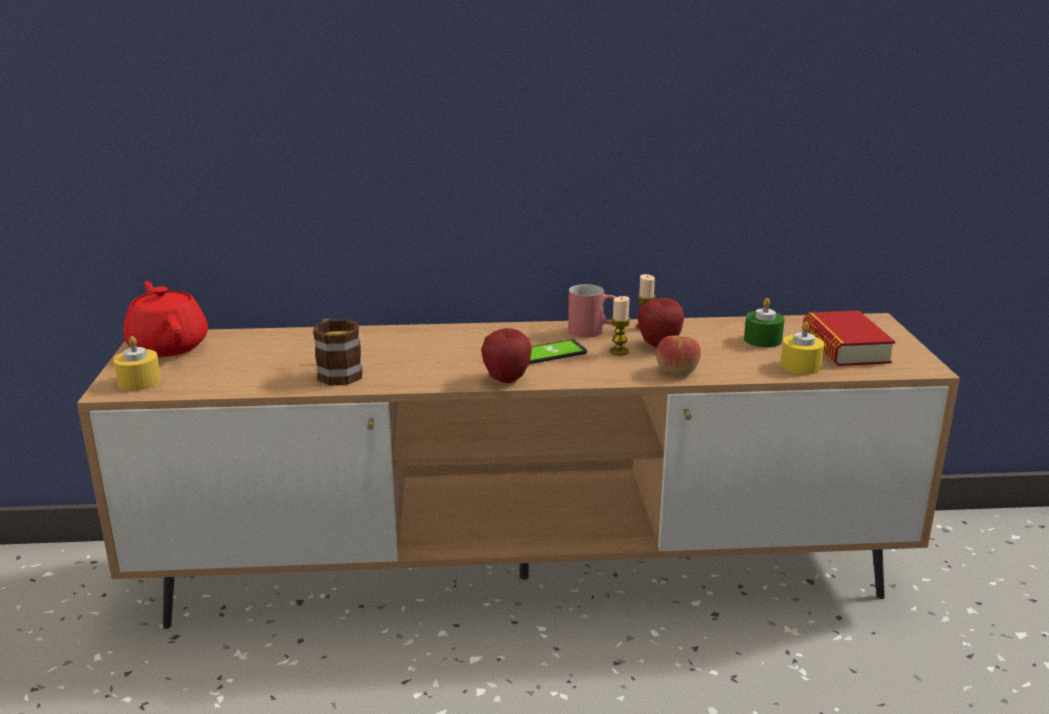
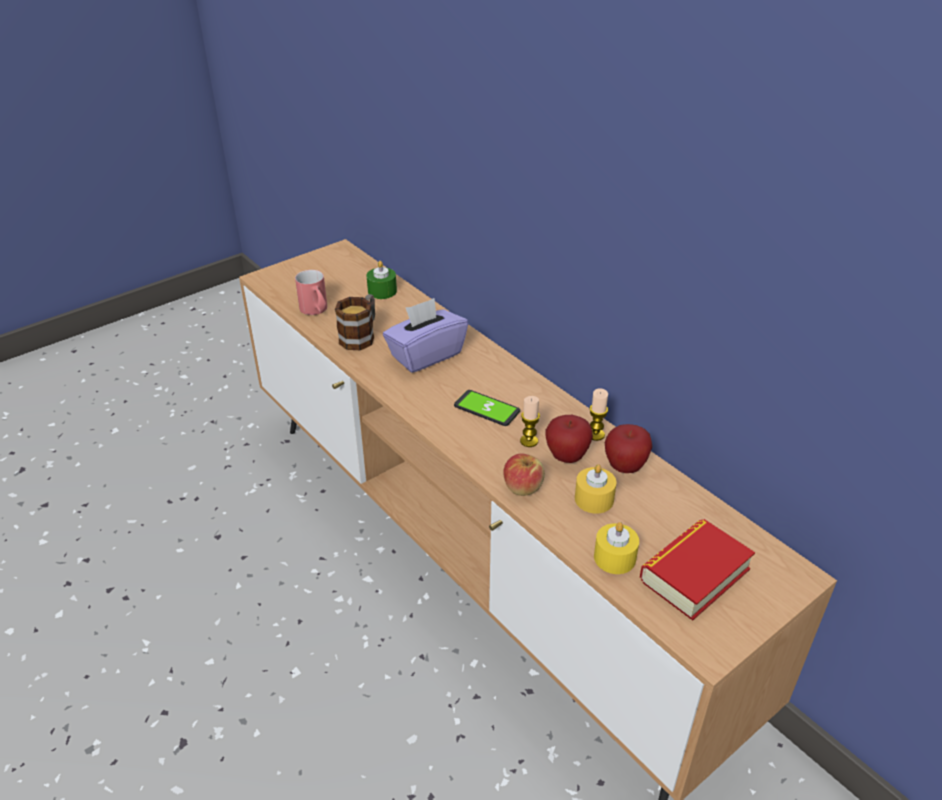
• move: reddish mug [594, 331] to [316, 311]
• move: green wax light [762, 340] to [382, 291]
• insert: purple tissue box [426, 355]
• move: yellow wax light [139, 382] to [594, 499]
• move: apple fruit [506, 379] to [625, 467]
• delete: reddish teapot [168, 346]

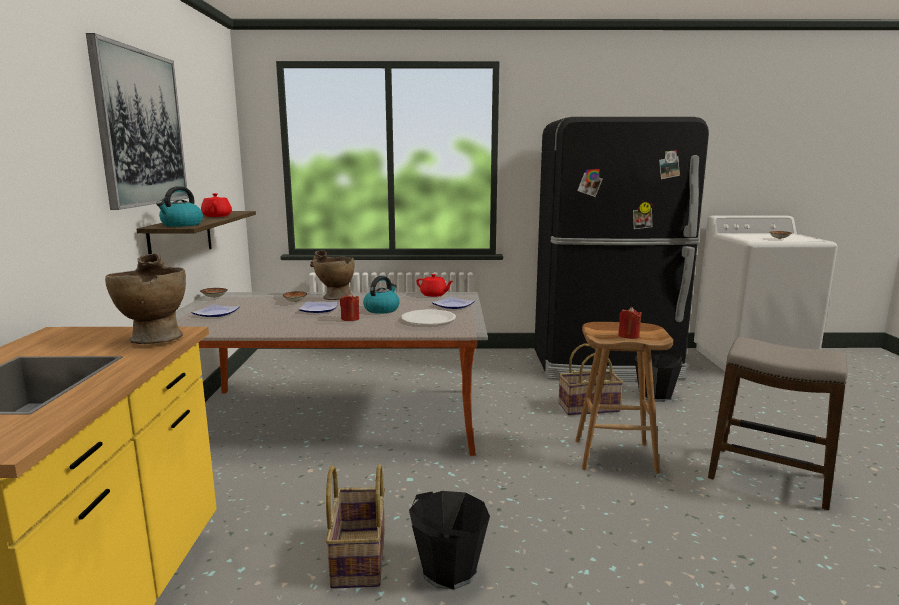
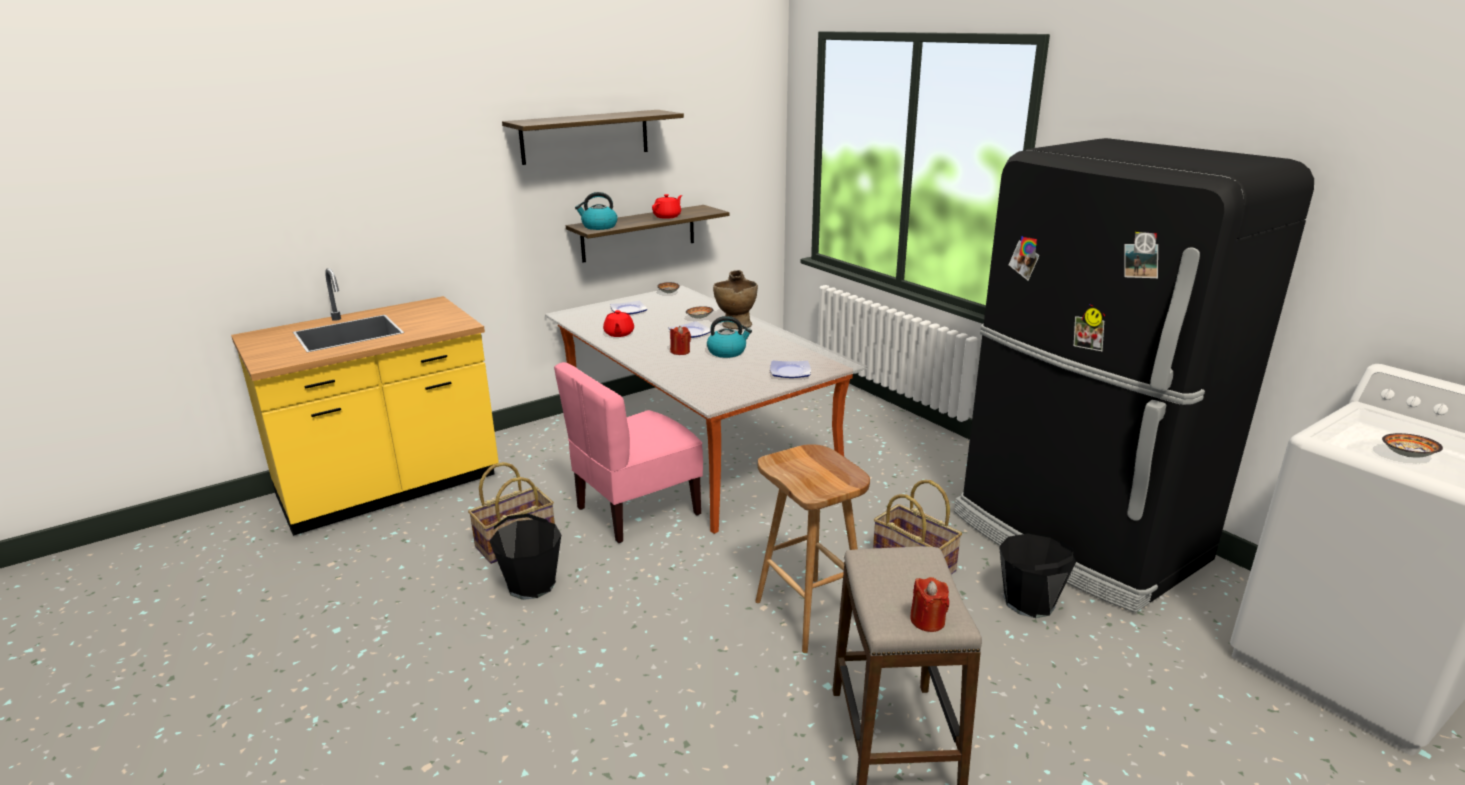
• replace: wall art [141, 128] to bracket shelf [585, 136]
• insert: pink chair [636, 511]
• move: reddish teapot [434, 295] to [619, 334]
• move: reddish wax light [628, 336] to [927, 621]
• delete: beige vase [155, 337]
• delete: white-coloured dinner plate [428, 319]

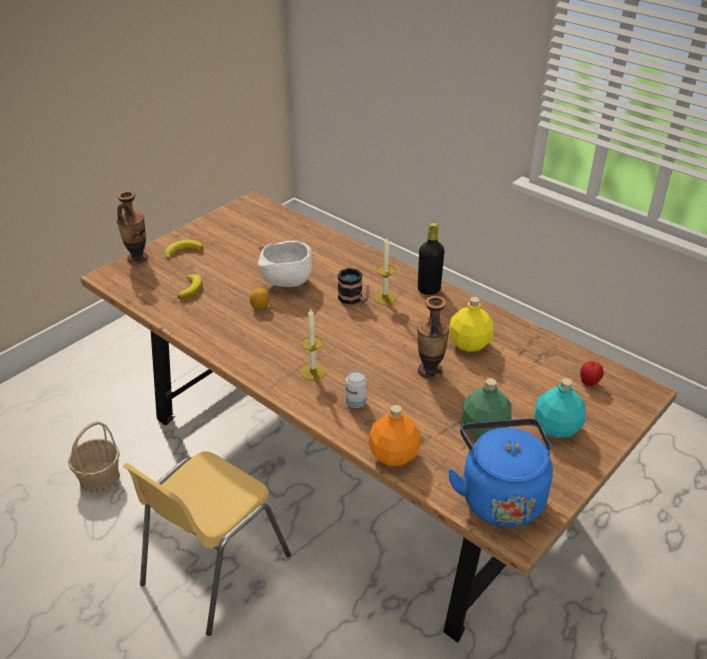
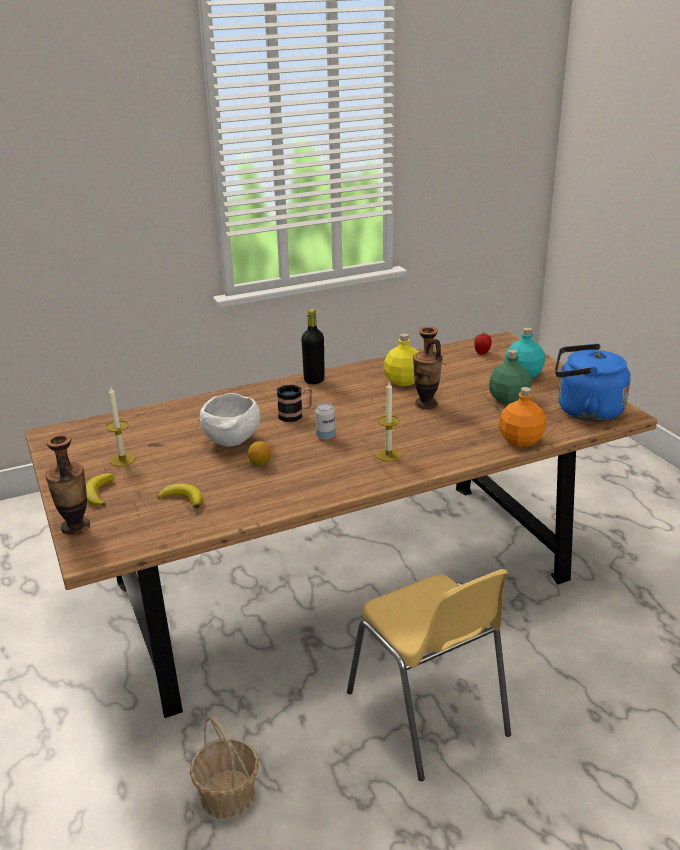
• move: wax light [385, 298] to [122, 460]
• move: metal can [356, 403] to [325, 436]

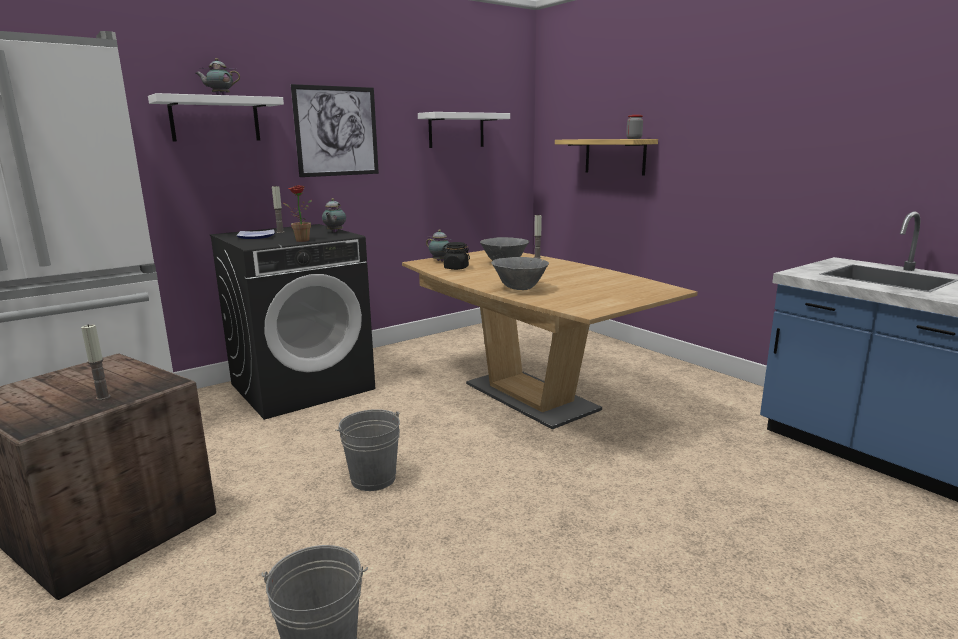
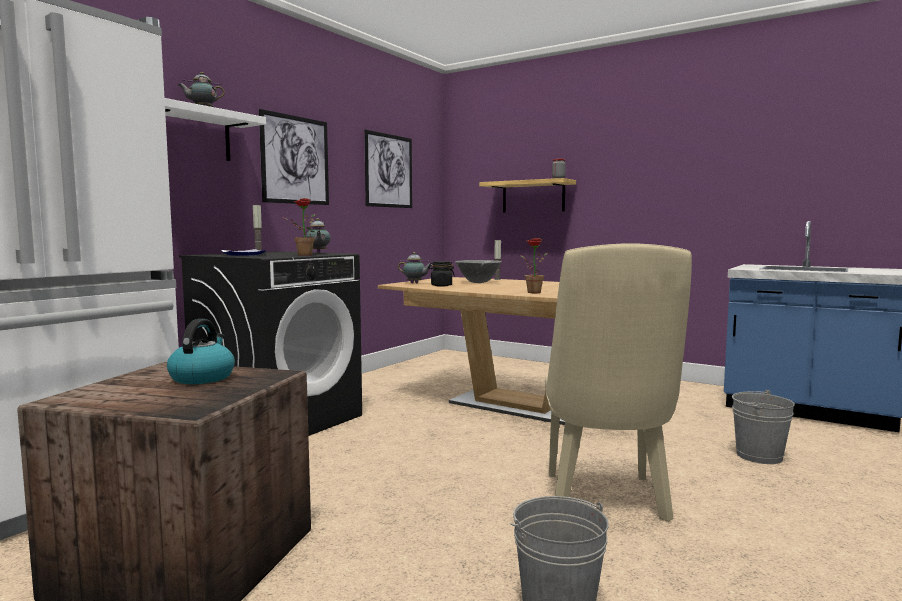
• insert: tea kettle [202, 377]
• replace: white-coloured bracket shelf [456, 130] to wall art [389, 171]
• replace: gray serving bowl [519, 289] to plant in a pot [531, 292]
• insert: beige chair [606, 501]
• move: gray water bucket [373, 478] to [759, 456]
• delete: wax light [103, 397]

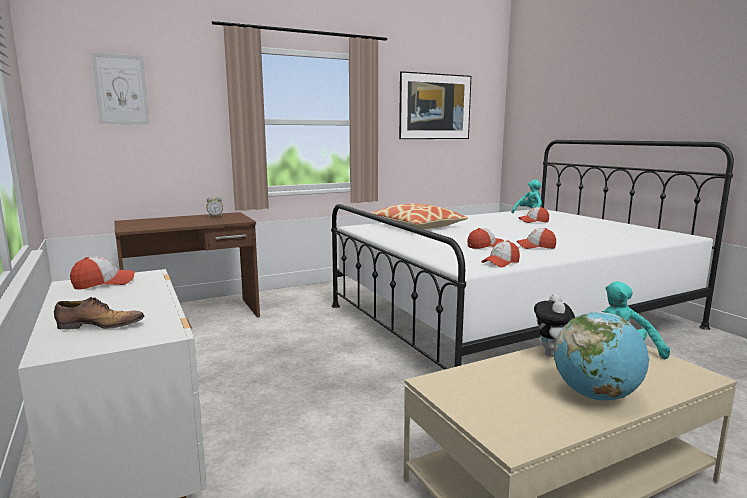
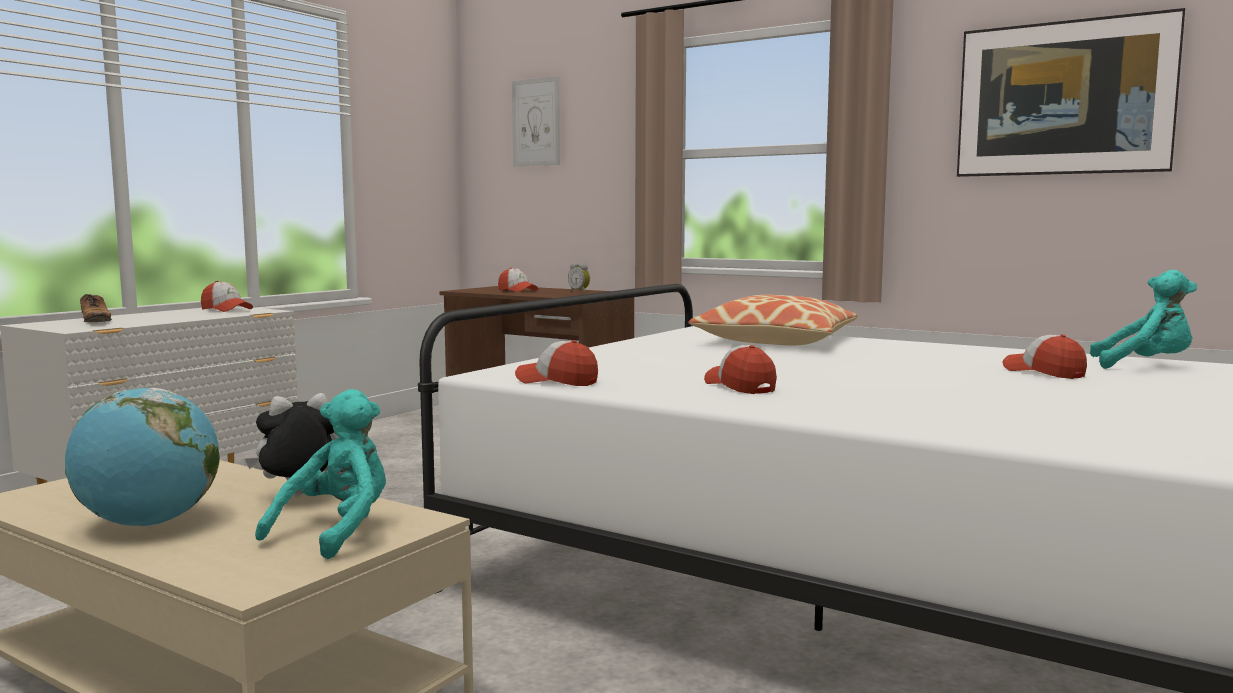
• move: peaked cap [485, 246] to [517, 290]

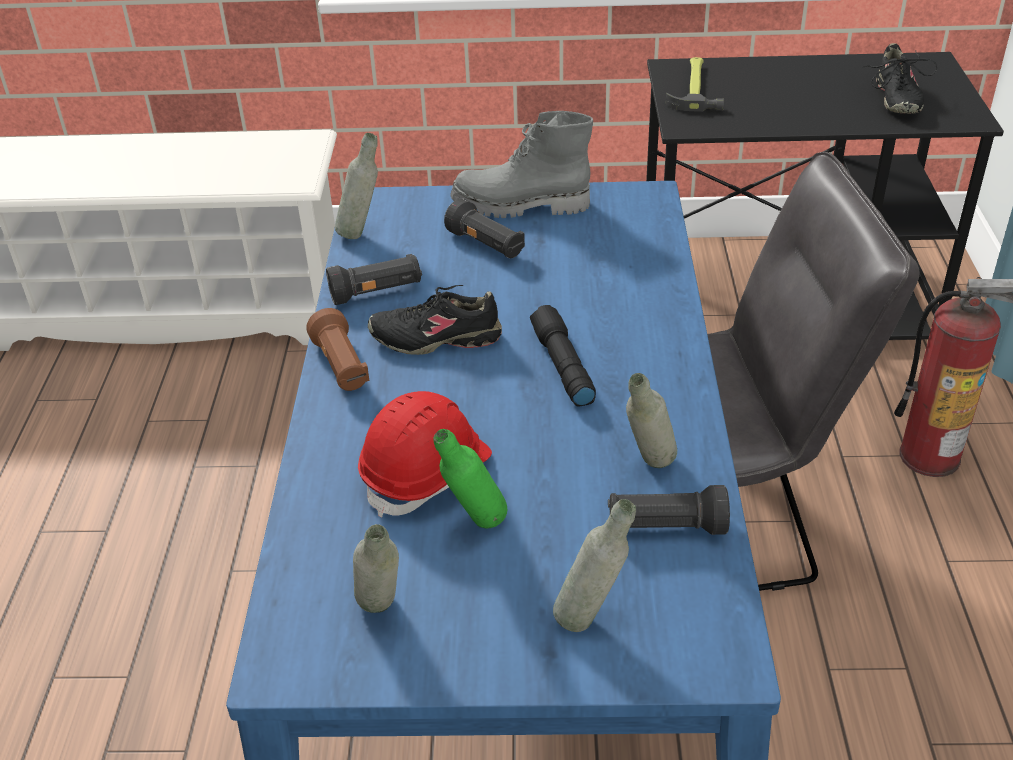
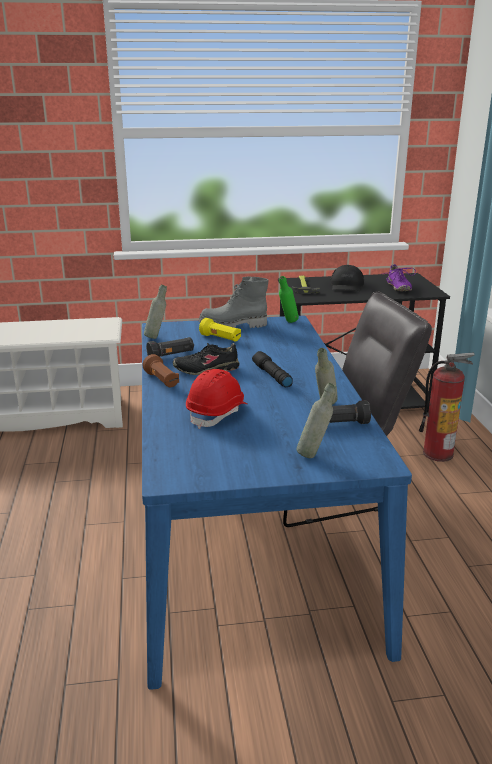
• recolor: black torch [486, 245] to yellow torch [220, 339]
• move: green drink bottle [474, 527] to [287, 323]
• insert: black peaked cap [346, 285]
• recolor: black item of footwear [895, 98] to purple item of footwear [398, 287]
• delete: gray drink bottle [382, 615]

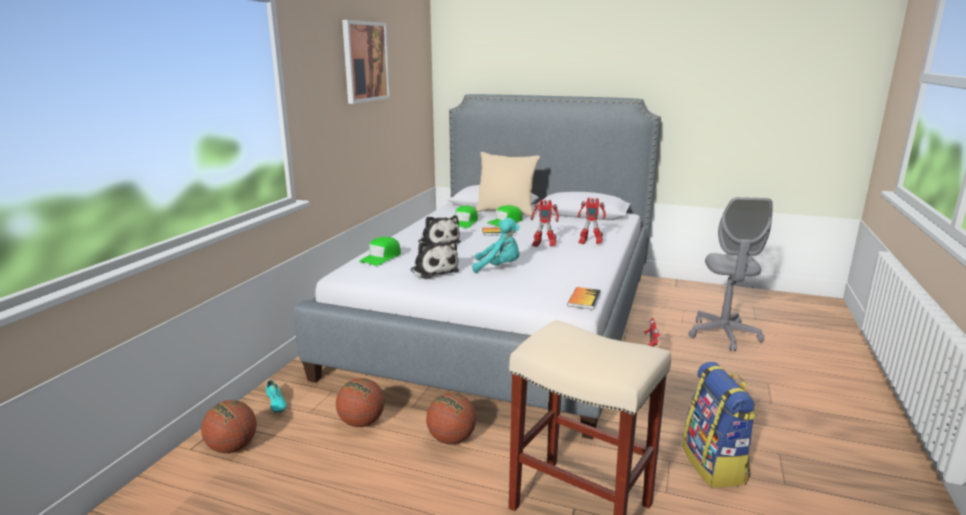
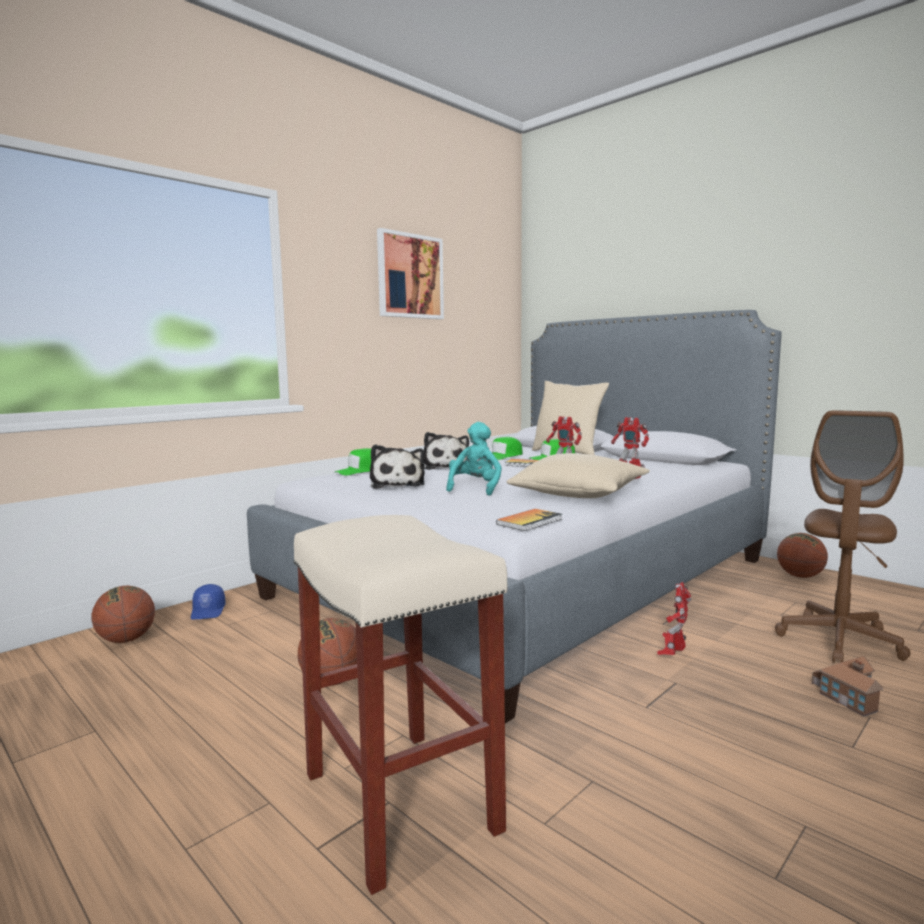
• replace: turquoise item of footwear [276, 404] to blue peaked cap [208, 611]
• rotate: turquoise soft toy [499, 267] = [475, 488] 105 degrees counterclockwise
• insert: beige throw pillow [579, 494]
• recolor: gray desk chair [723, 335] to brown-coloured desk chair [839, 641]
• move: basketball [361, 422] to [800, 576]
• insert: toy house [847, 695]
• delete: rucksack [715, 465]

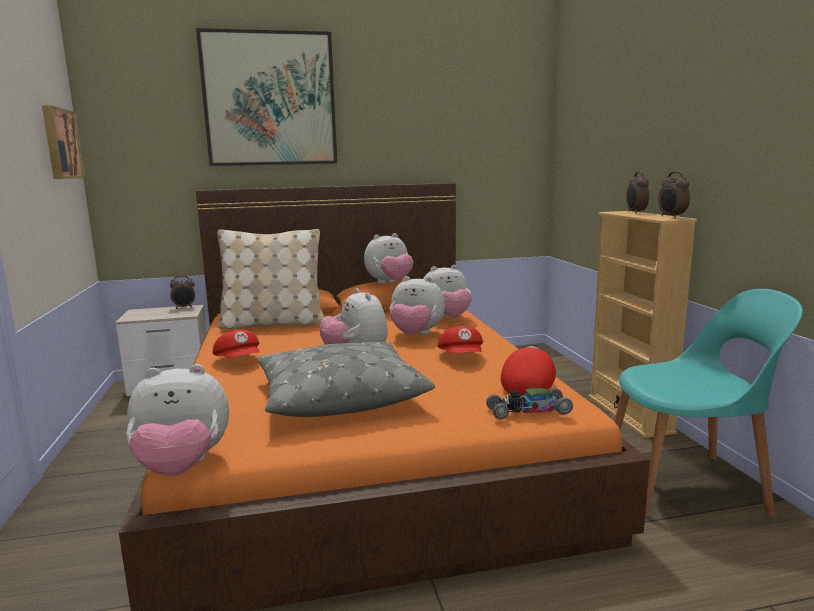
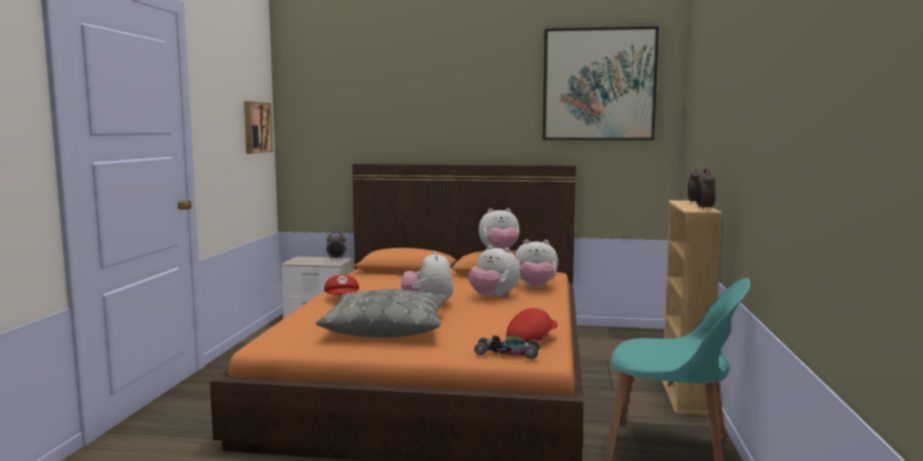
• move: wall art [270, 99] to [599, 84]
• delete: soft toy [182, 467]
• delete: beige throw pillow [273, 323]
• delete: reddish peaked cap [462, 357]

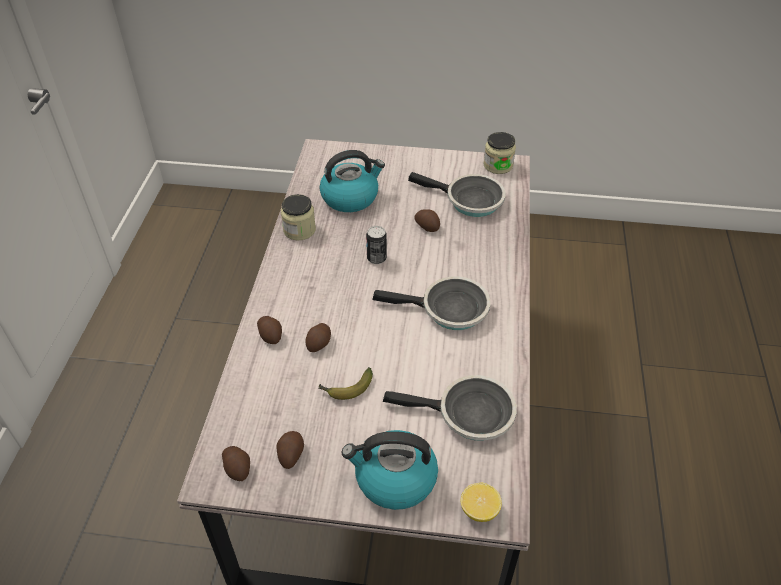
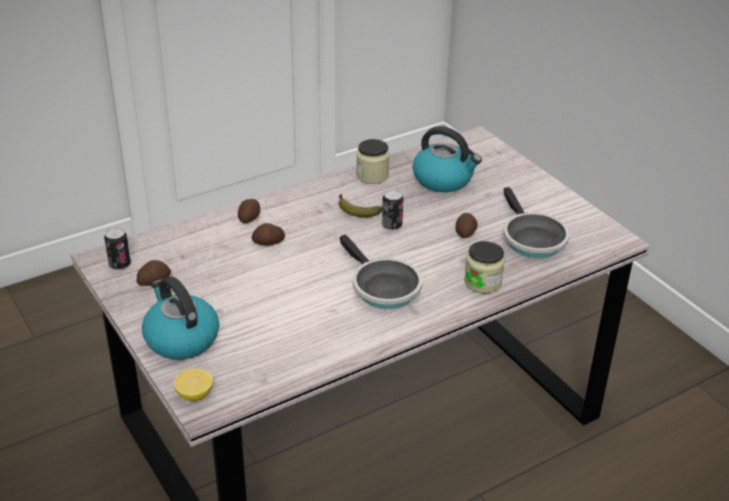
• replace: potato [237, 468] to metal can [119, 264]
• move: banana [346, 389] to [356, 210]
• move: preserve jar [498, 165] to [483, 282]
• delete: skillet [469, 415]

